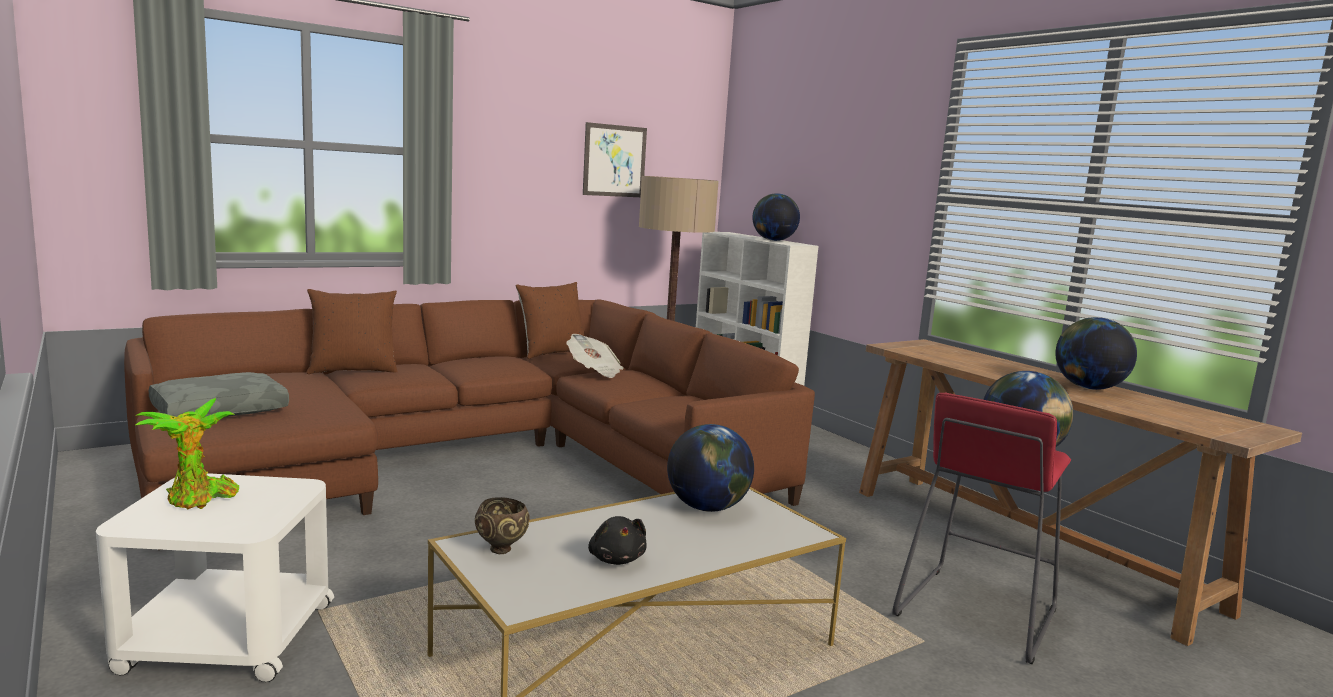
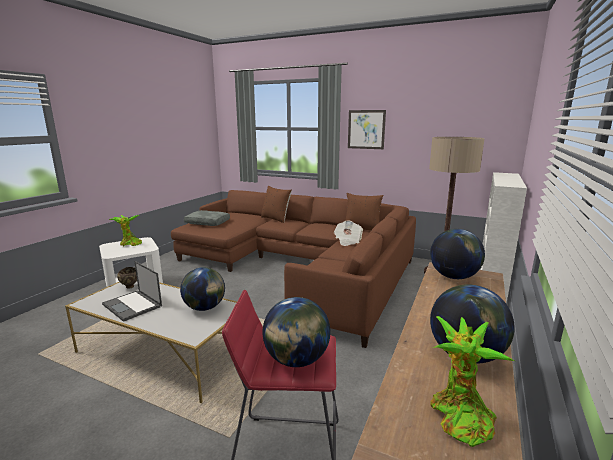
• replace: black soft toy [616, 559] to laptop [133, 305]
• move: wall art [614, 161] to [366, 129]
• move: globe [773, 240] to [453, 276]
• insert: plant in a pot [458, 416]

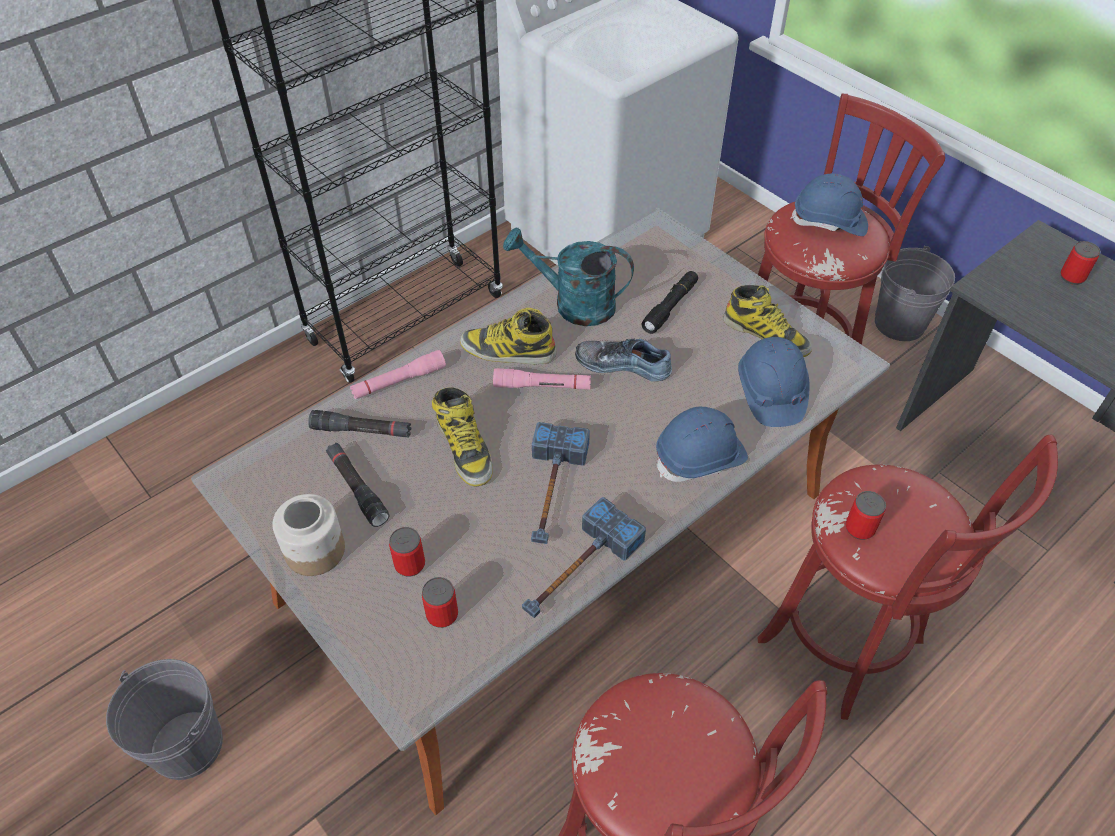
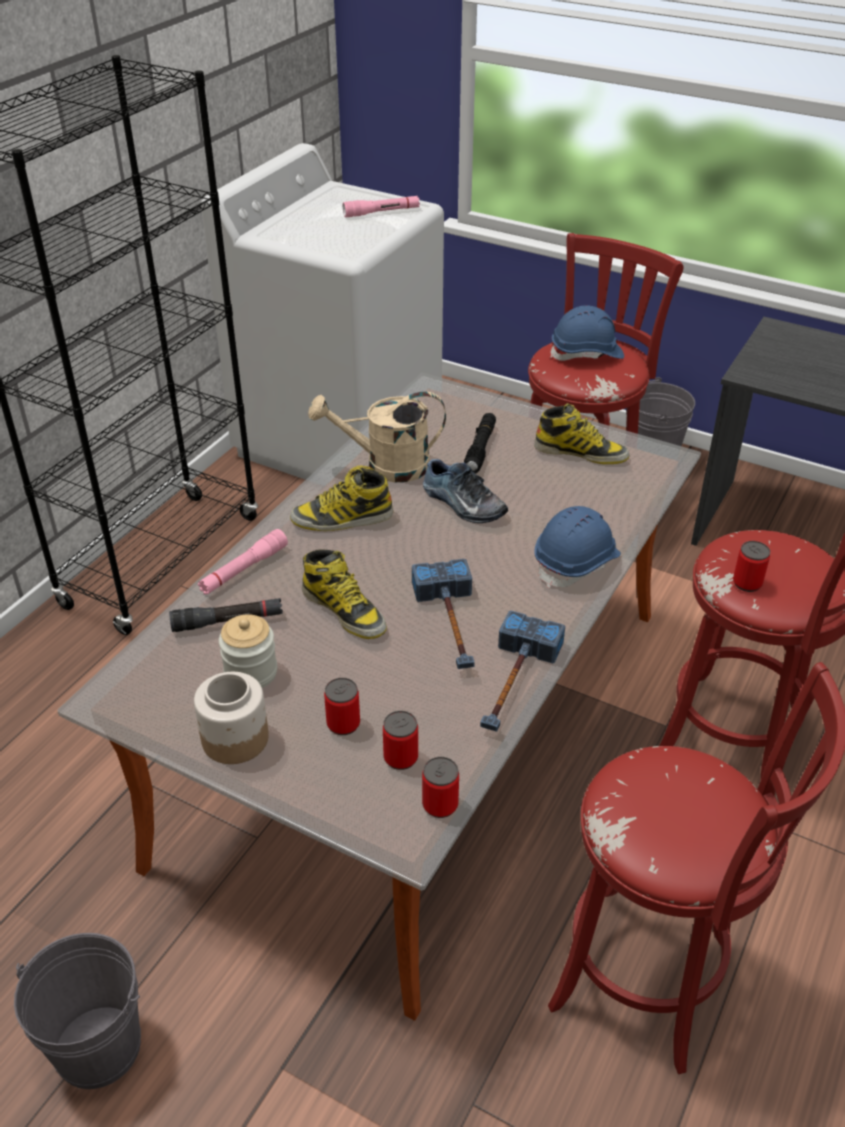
• replace: black torch [357, 488] to preserve jar [251, 673]
• recolor: turquoise sprinkling can [573, 304] to beige sprinkling can [386, 466]
• move: pink torch [542, 386] to [381, 212]
• move: metal can [1072, 277] to [440, 805]
• rotate: item of footwear [623, 364] = [462, 504] 135 degrees counterclockwise
• delete: blue work helmet [770, 393]

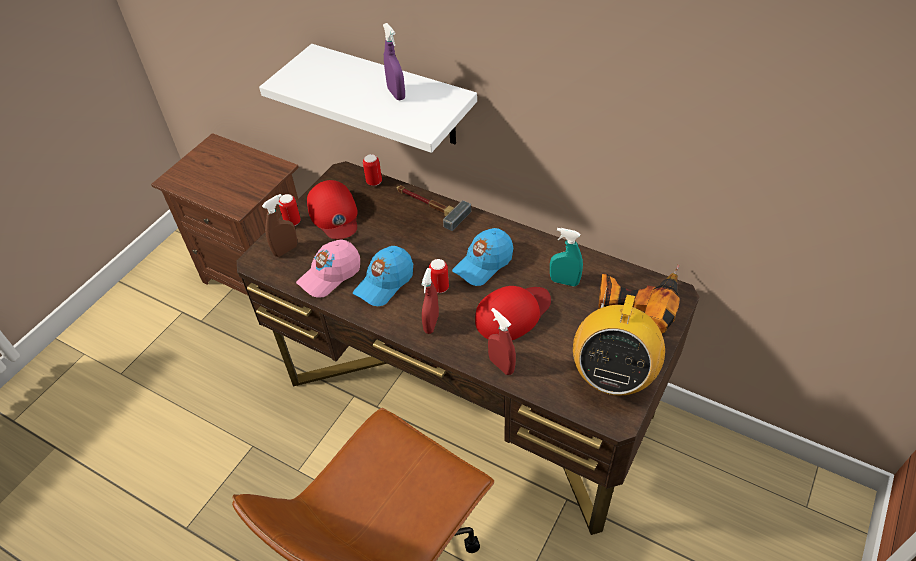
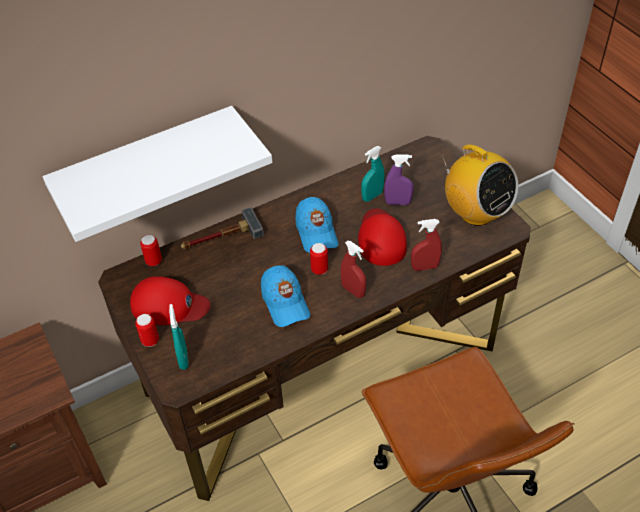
• recolor: brown-coloured spray bottle [286, 250] to turquoise spray bottle [183, 359]
• move: purple spray bottle [396, 94] to [398, 203]
• delete: pink peaked cap [330, 275]
• delete: power drill [637, 300]

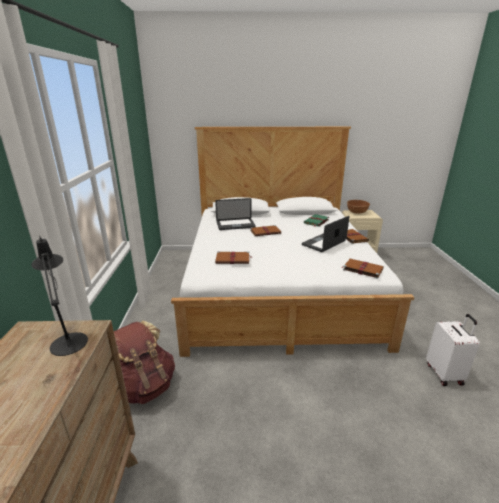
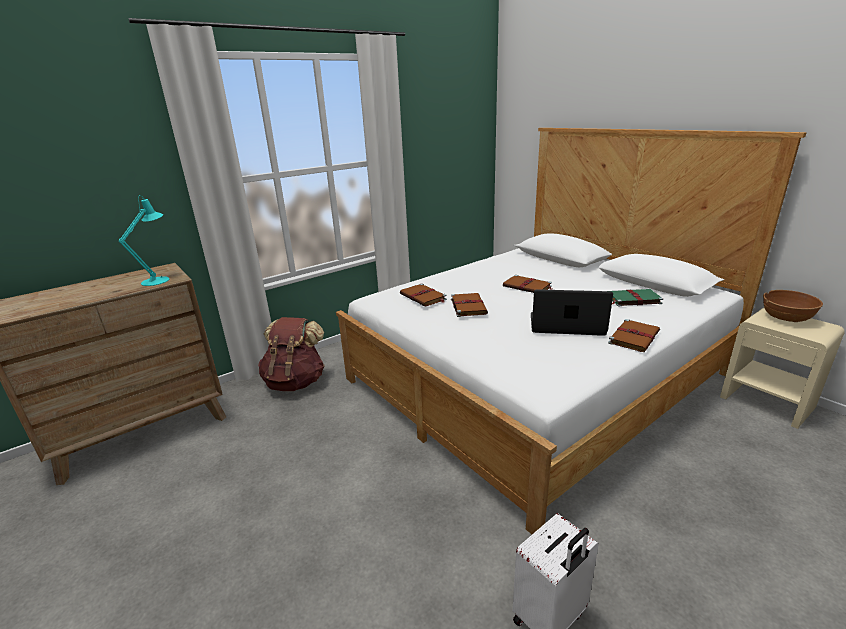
• recolor: black table lamp [68, 340] to turquoise table lamp [159, 280]
• move: brown-coloured book [362, 269] to [468, 306]
• delete: laptop [235, 225]

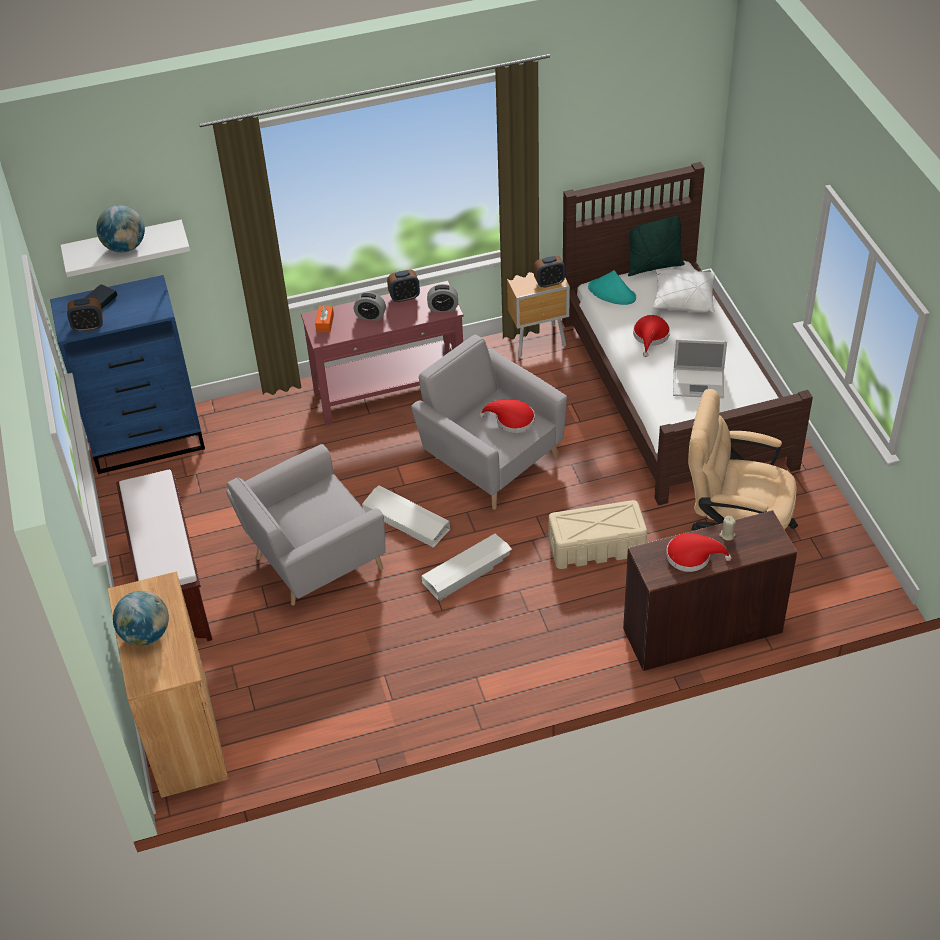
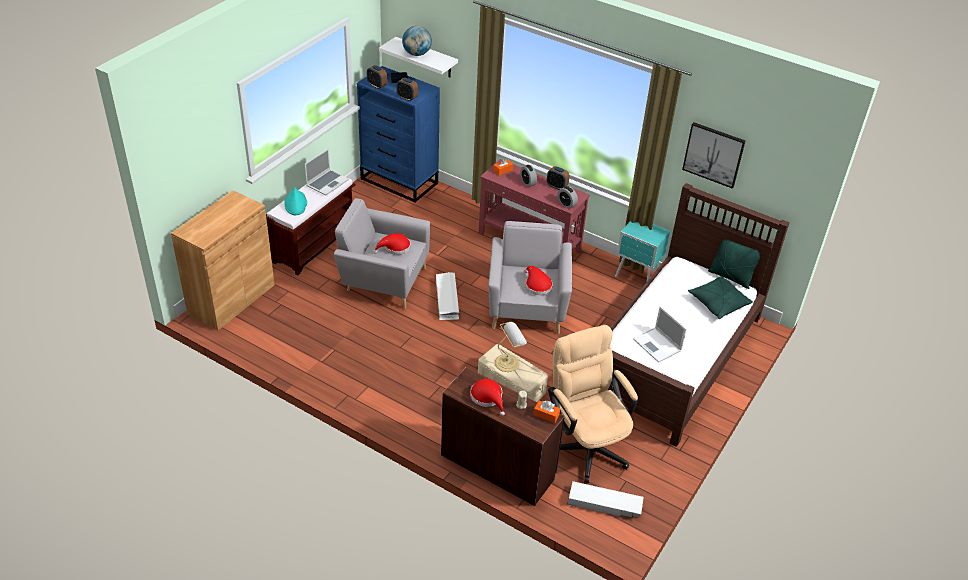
• move: turquoise wearable hat [612, 293] to [296, 204]
• insert: laptop [327, 183]
• move: reddish wearable hat [650, 336] to [395, 248]
• move: table clock [549, 283] to [407, 98]
• insert: table lamp [508, 362]
• insert: orangey tissue box [546, 415]
• move: white-coloured storage container [467, 570] to [605, 503]
• recolor: brown-coloured bedside table [538, 341] to turquoise bedside table [637, 277]
• insert: wall art [713, 154]
• recolor: white-coloured throw pillow [683, 299] to green throw pillow [718, 303]
• delete: globe [146, 634]

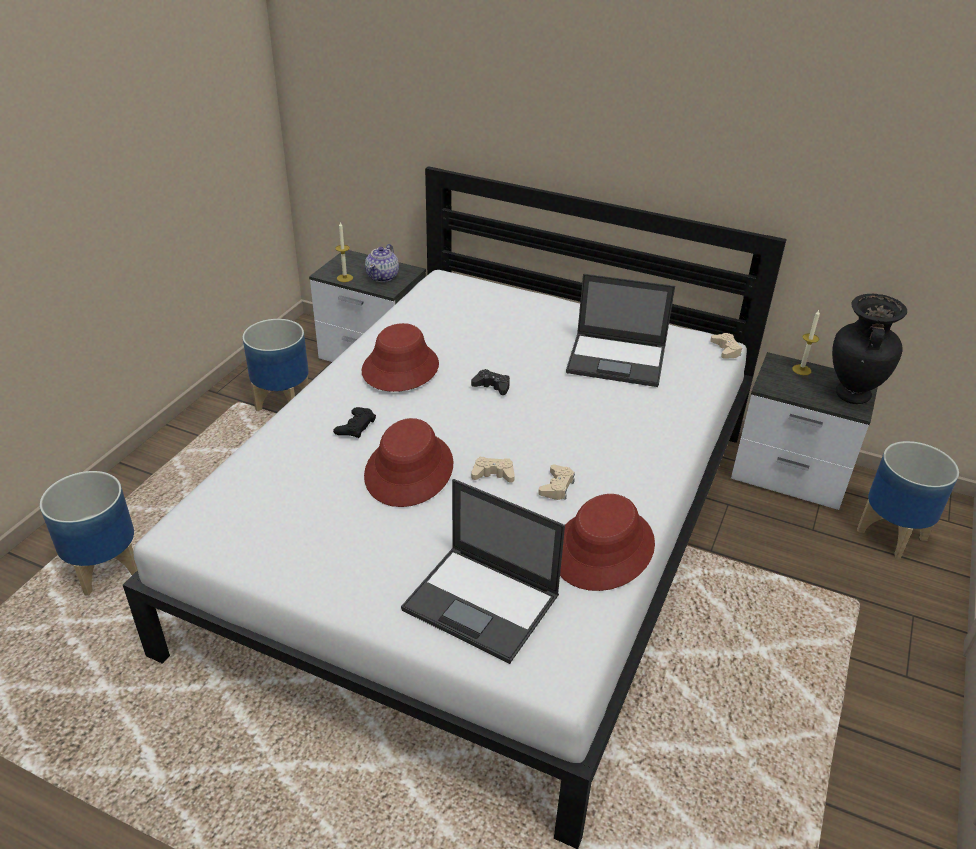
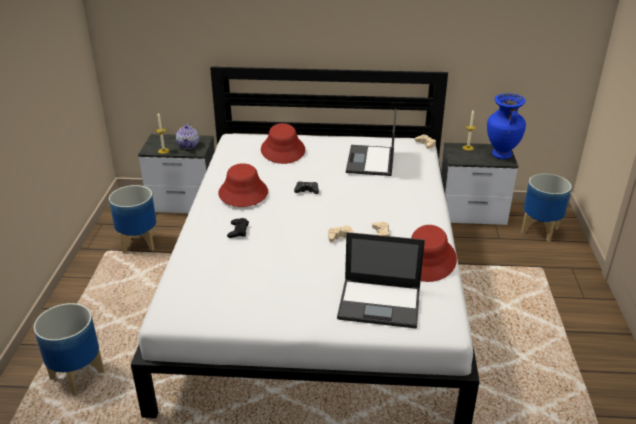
• move: reddish wearable hat [409, 470] to [283, 150]
• rotate: laptop [617, 360] = [370, 161] 105 degrees clockwise
• recolor: black vase [851, 395] to blue vase [500, 155]

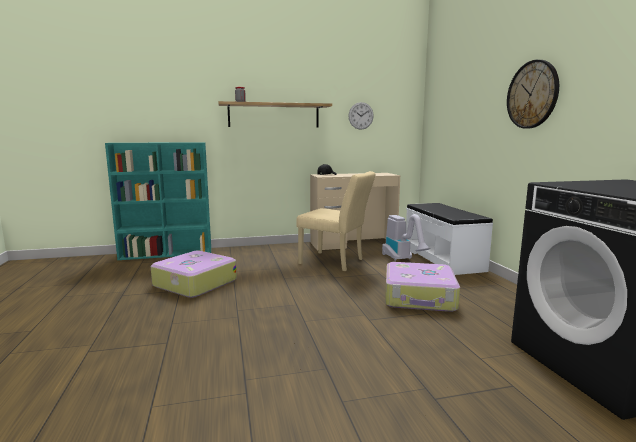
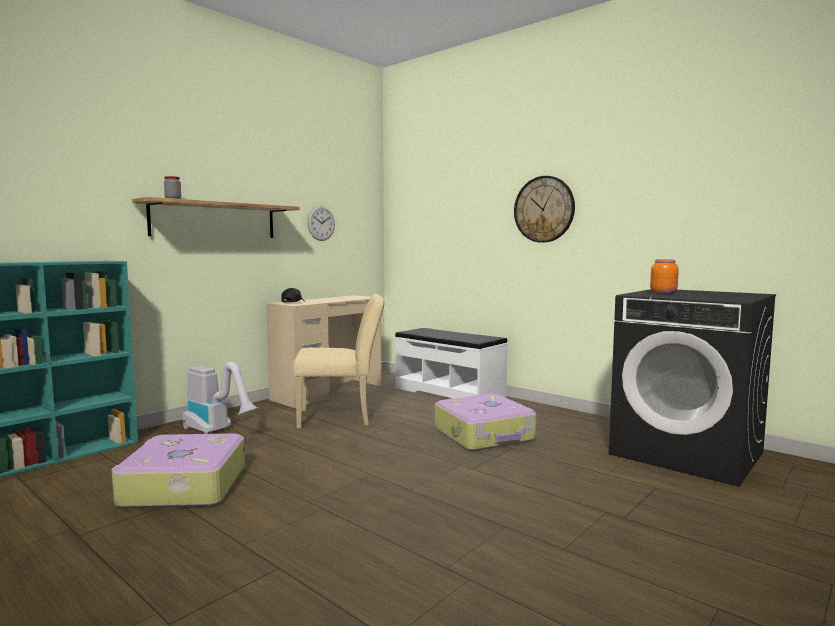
• move: vacuum cleaner [403, 260] to [218, 431]
• insert: orangey preserve jar [663, 293]

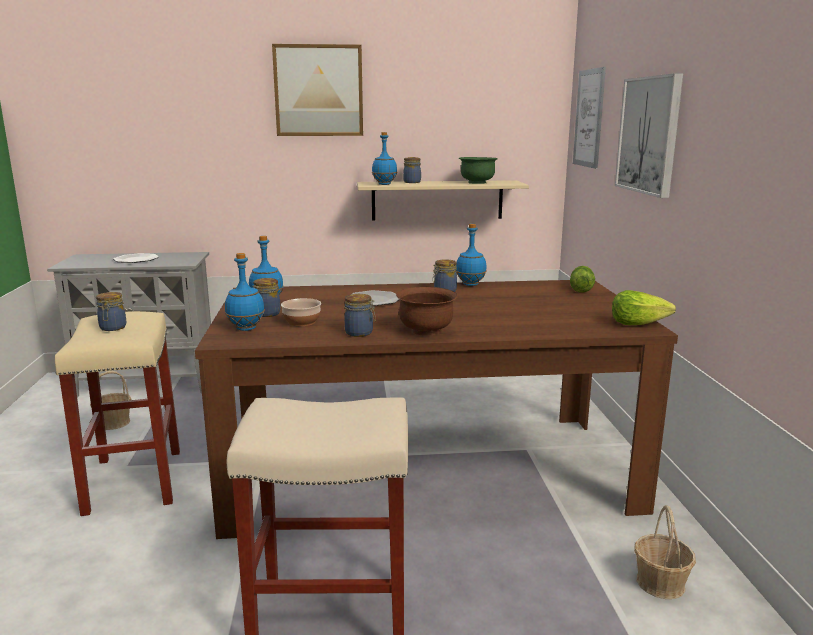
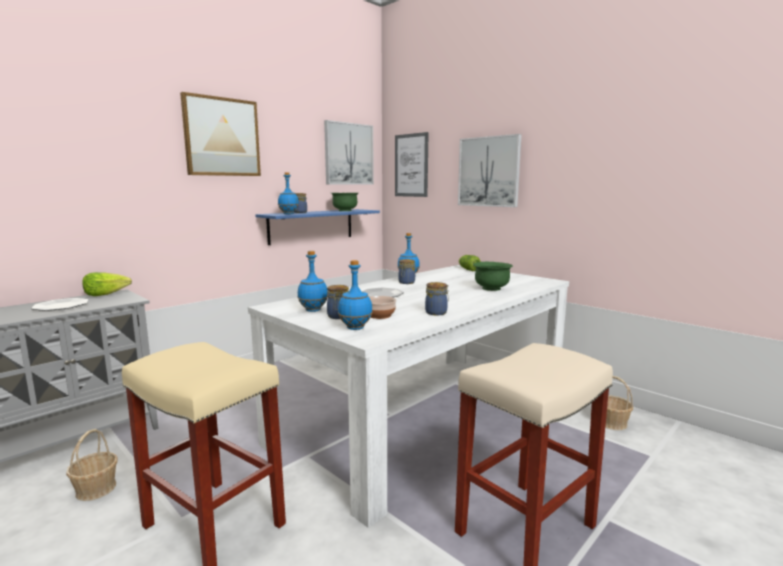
• move: lettuce head [638, 323] to [106, 294]
• recolor: brown-coloured dinner table [427, 470] to white-coloured dinner table [425, 416]
• recolor: beige bracket shelf [437, 200] to blue bracket shelf [311, 226]
• insert: wall art [348, 154]
• insert: green serving bowl [491, 288]
• delete: preserve jar [112, 328]
• delete: brown-coloured serving bowl [426, 331]

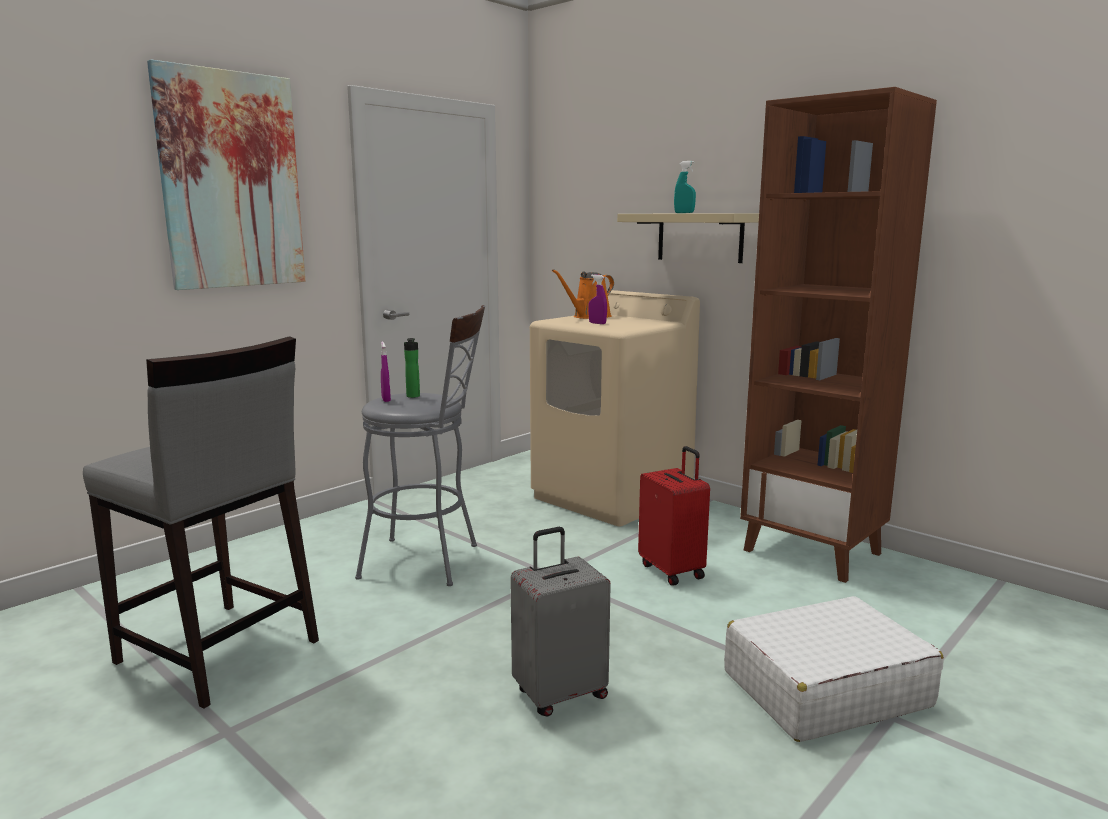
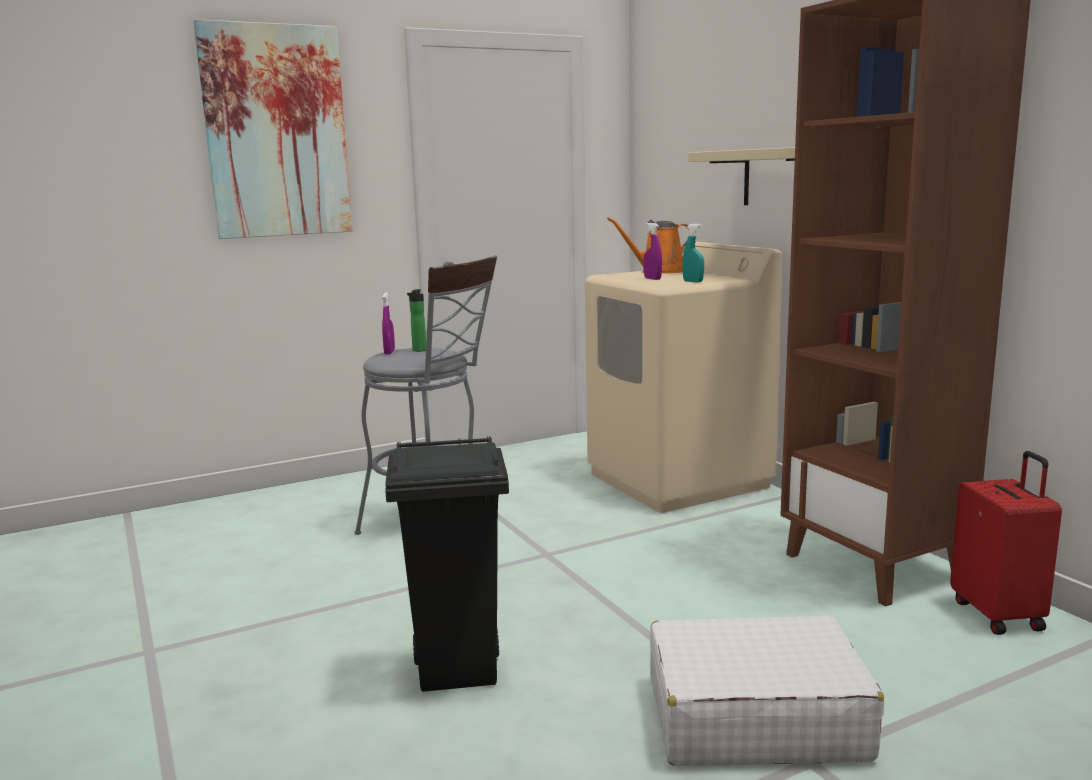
• replace: gray piece of luggage [559, 693] to black waste bin [459, 670]
• move: turquoise spray bottle [684, 213] to [693, 281]
• move: reddish piece of luggage [673, 570] to [999, 615]
• delete: gray stool seat [218, 652]

